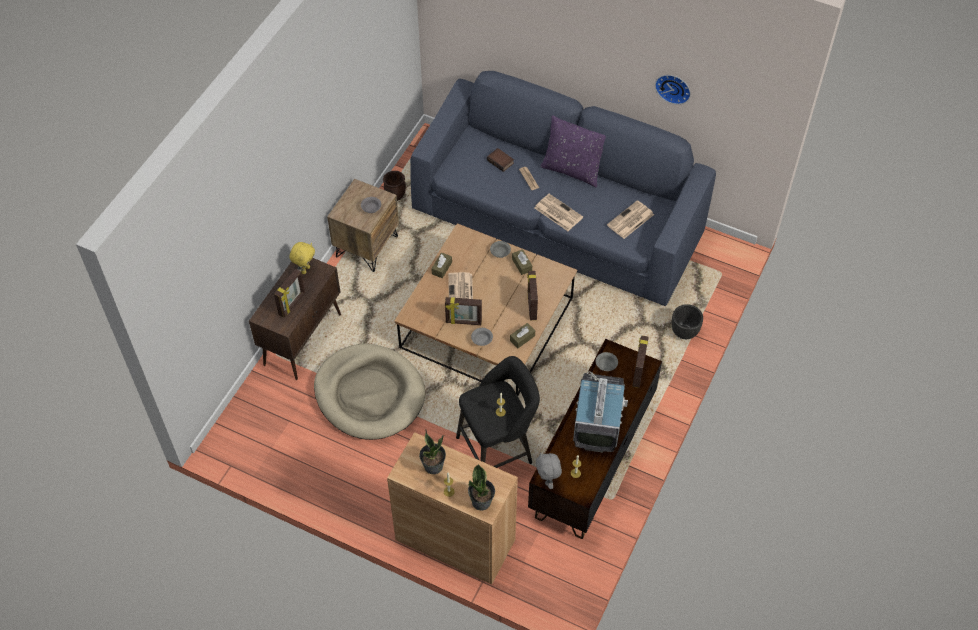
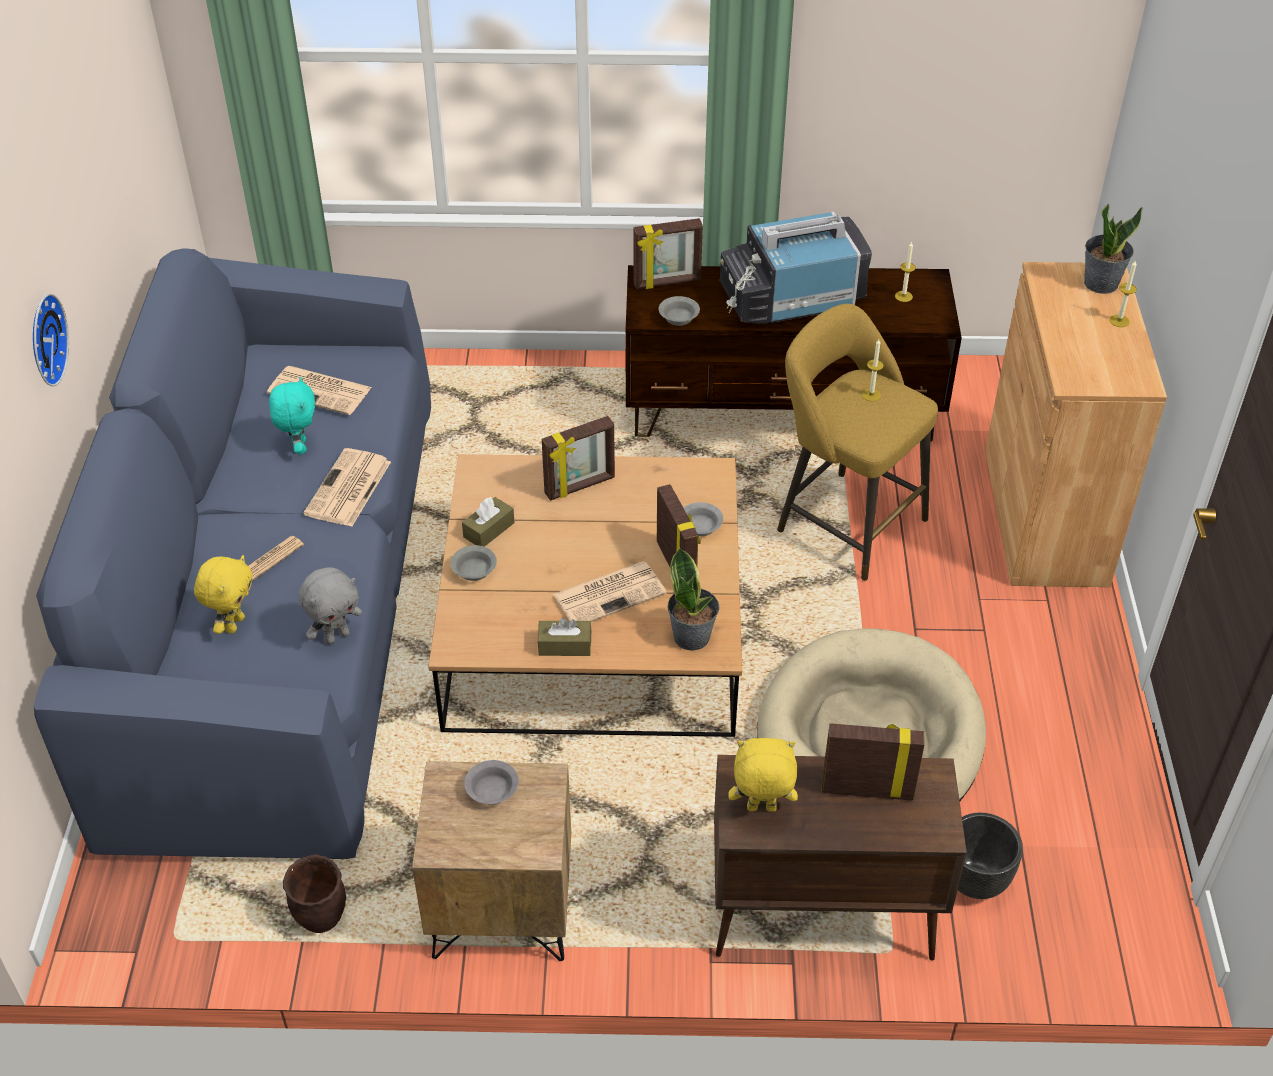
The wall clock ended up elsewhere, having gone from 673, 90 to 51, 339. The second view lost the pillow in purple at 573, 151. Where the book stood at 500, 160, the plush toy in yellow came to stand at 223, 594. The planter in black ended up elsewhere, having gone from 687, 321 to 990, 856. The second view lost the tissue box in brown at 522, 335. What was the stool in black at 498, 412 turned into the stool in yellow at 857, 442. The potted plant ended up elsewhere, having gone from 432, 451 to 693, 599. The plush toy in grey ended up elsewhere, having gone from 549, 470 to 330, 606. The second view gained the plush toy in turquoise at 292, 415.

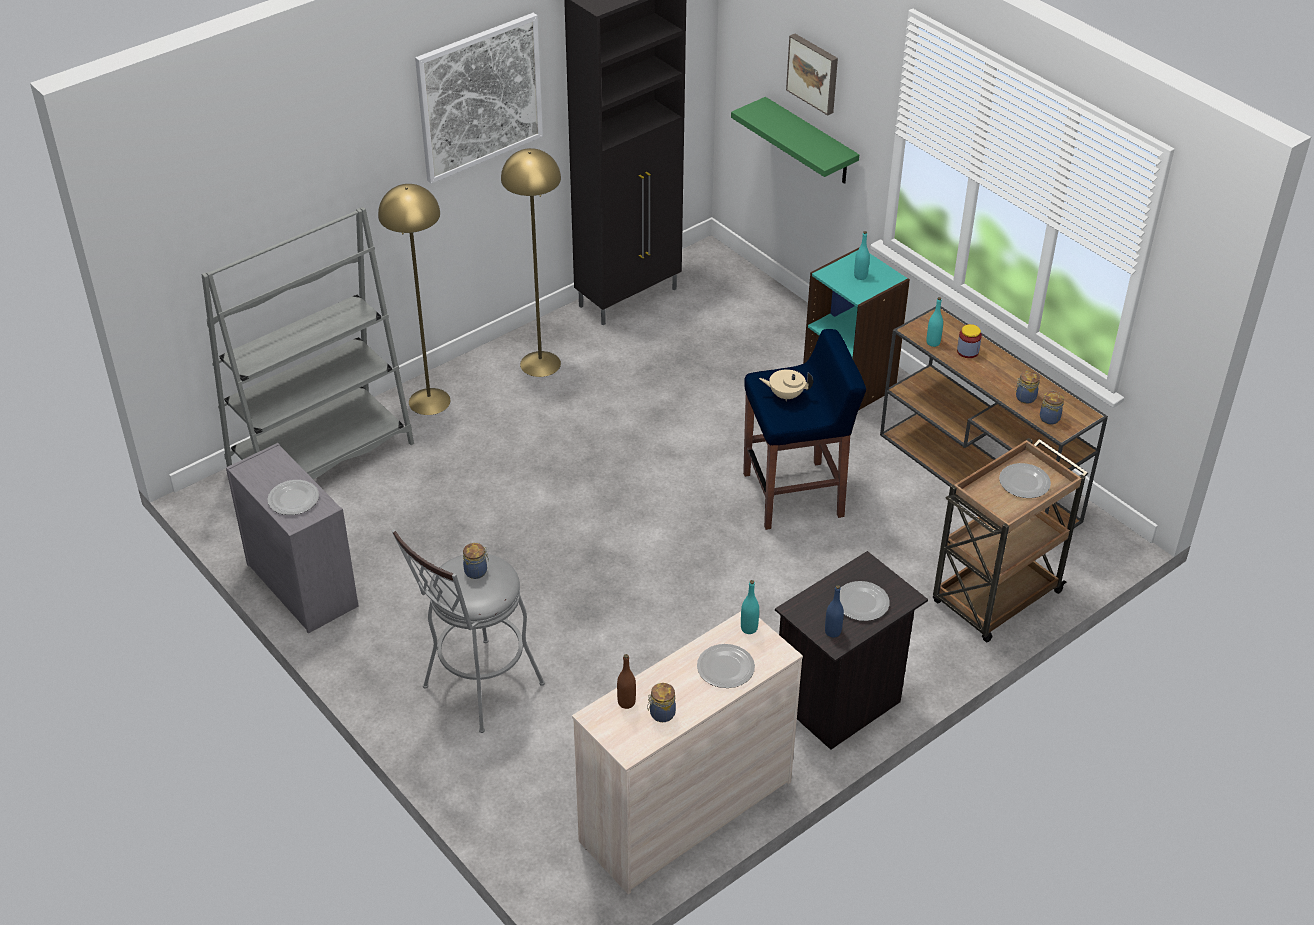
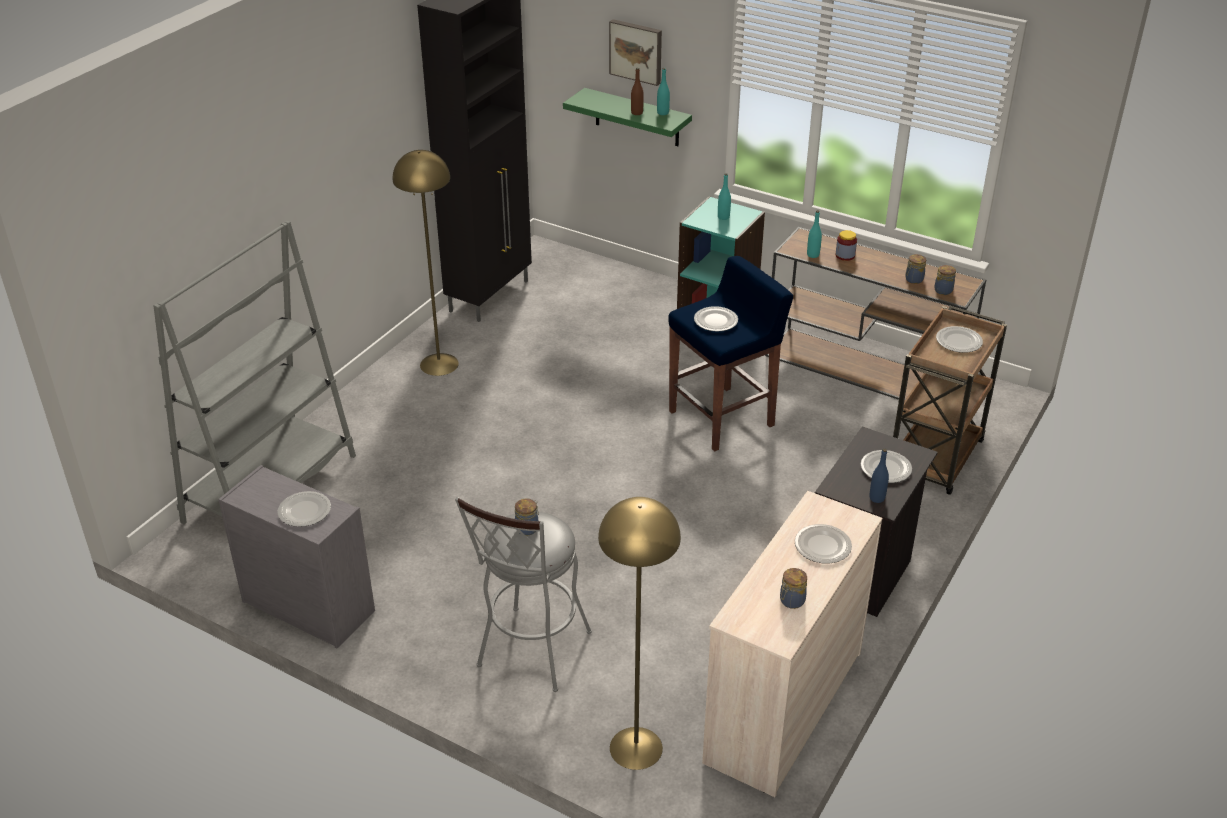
The second view lost the picture at 479, 98. The floor lamp in yellow ended up elsewhere, having gone from 414, 299 to 639, 633. Where the teapot in beige stood at 786, 385, the plate came to stand at 716, 319. The bottle in turquoise ended up elsewhere, having gone from 750, 607 to 663, 91. The bottle in brown ended up elsewhere, having gone from 626, 681 to 637, 91.

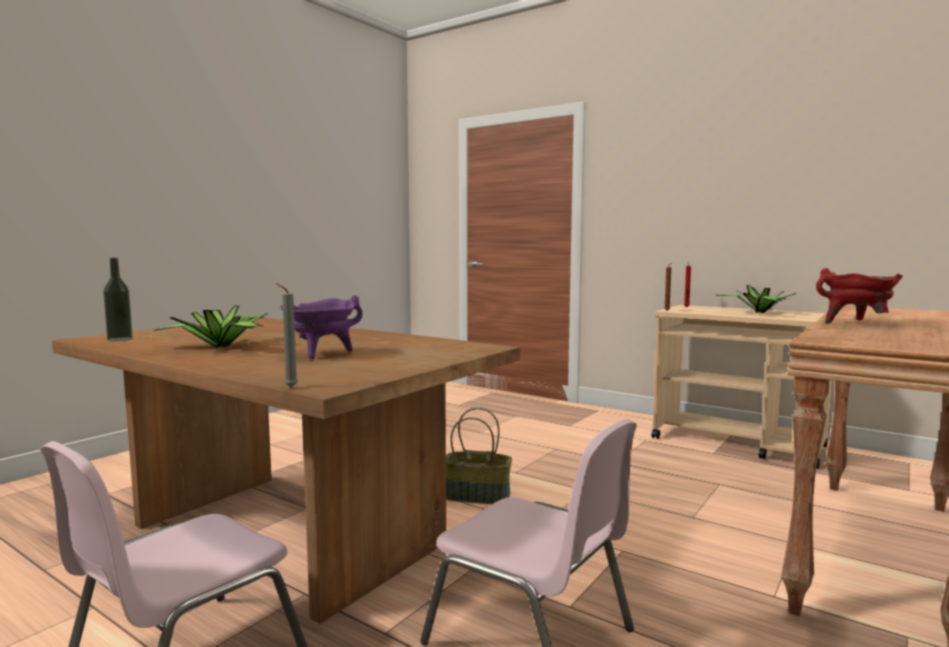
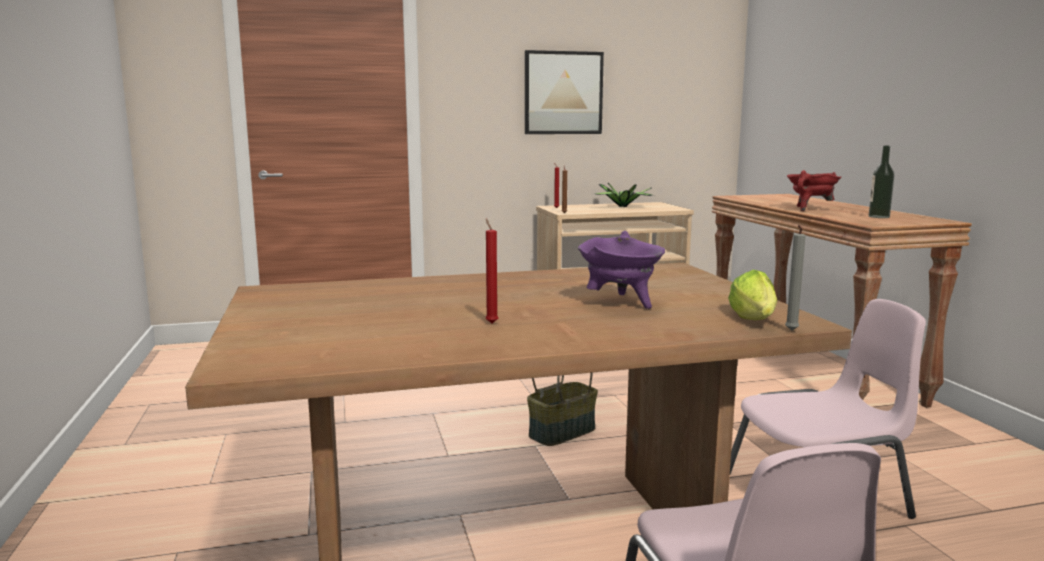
The bottle ended up elsewhere, having gone from 118, 299 to 882, 181. Where the potted plant stood at 211, 326, the candle in red came to stand at 492, 271. The second view gained the picture at 564, 92. The second view gained the lettuce at 752, 294.

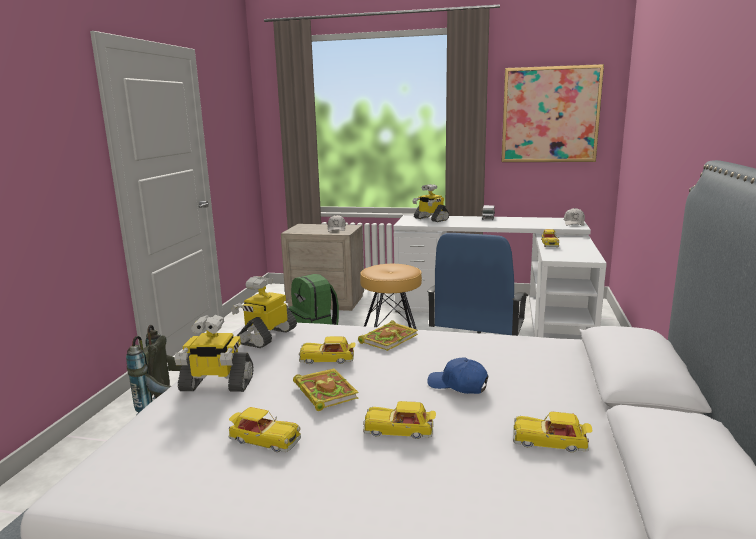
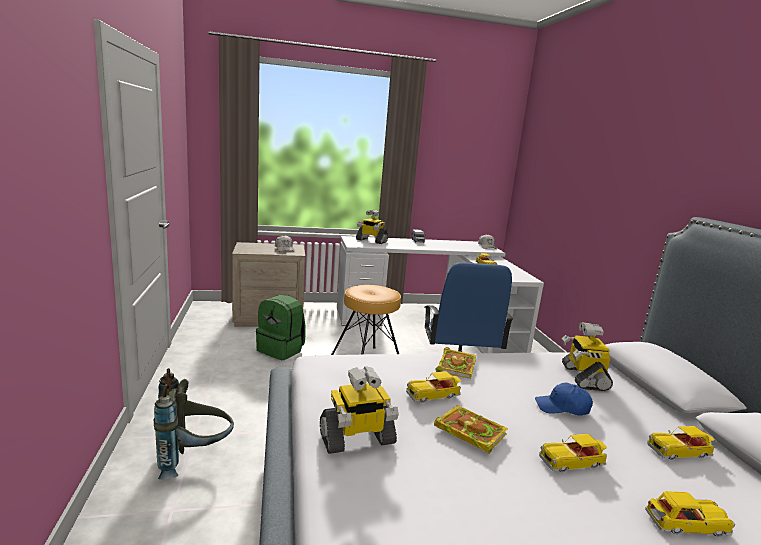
The second view lost the picture at 553, 113. The toy robot ended up elsewhere, having gone from 264, 312 to 587, 356. The toy car ended up elsewhere, having gone from 265, 429 to 690, 514.

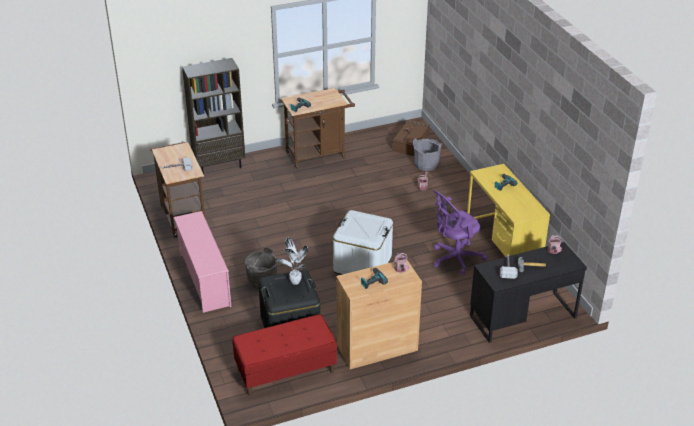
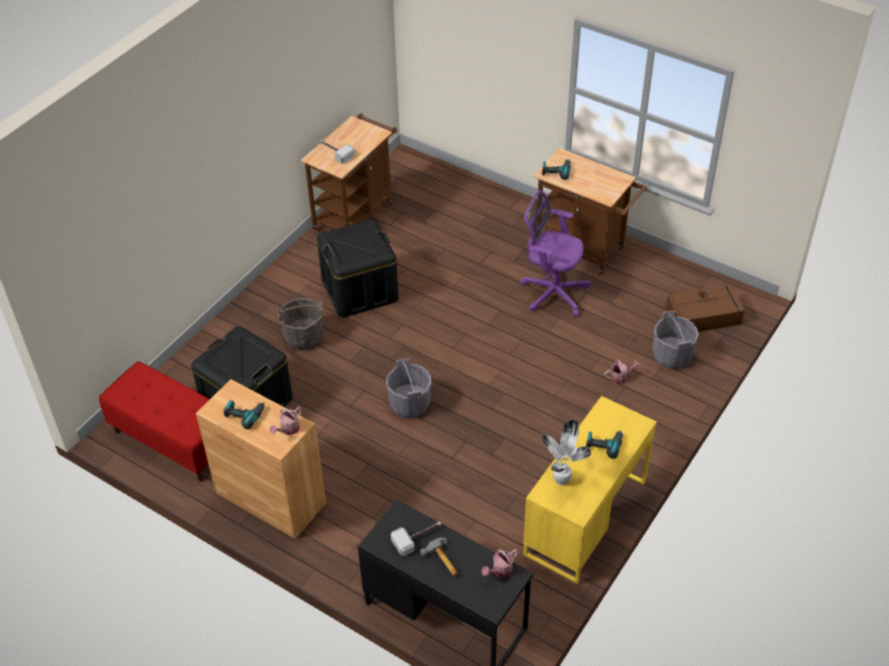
The second view lost the bookcase in brown at 213, 116. The office chair in purple ended up elsewhere, having gone from 460, 232 to 555, 253. Where the storage box in white stood at 363, 242, the bucket in grey came to stand at 408, 388. The second view lost the shoe rack in pink at 202, 262. The potted plant ended up elsewhere, having gone from 292, 261 to 566, 452. The second view gained the storage box in black at 358, 268.

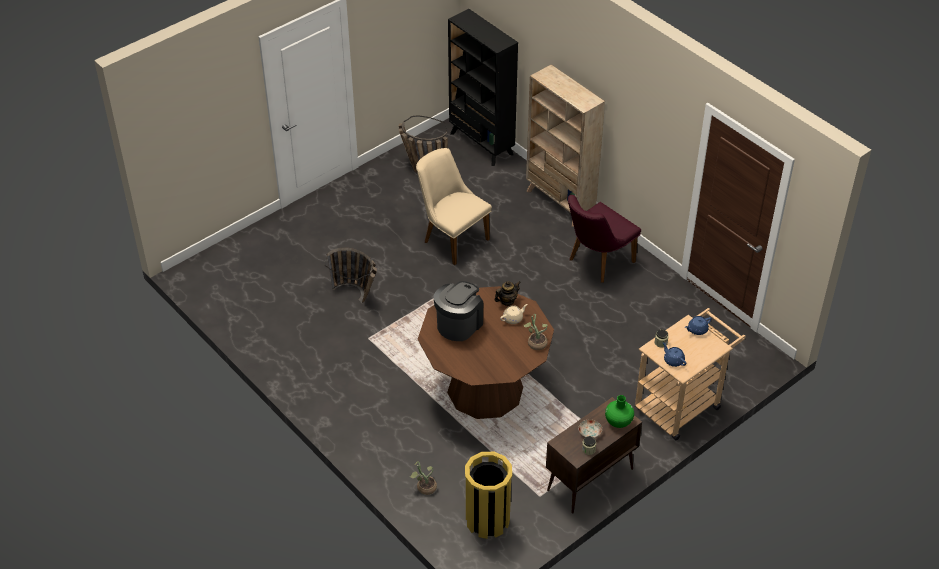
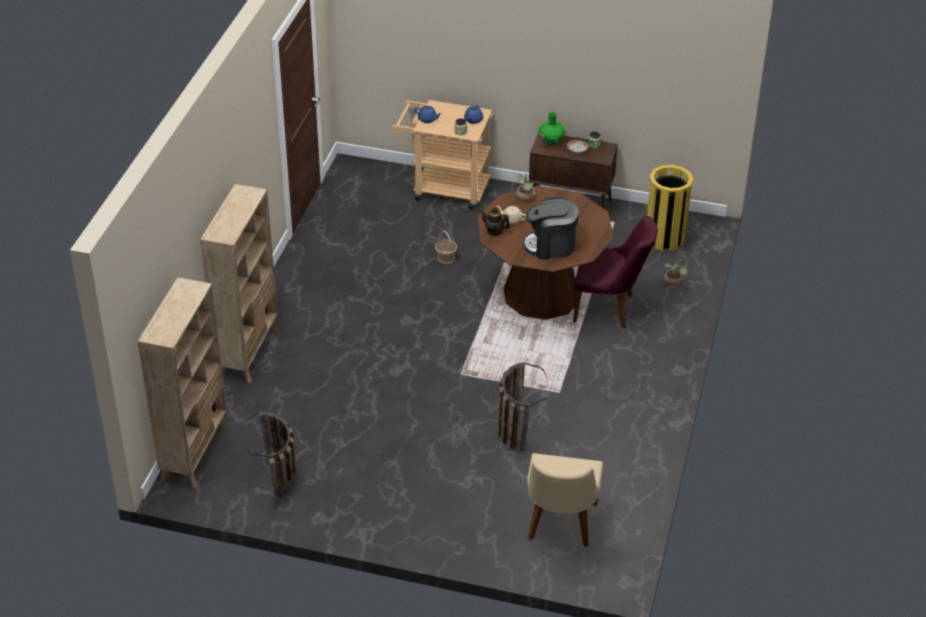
What was the bookcase in black at 483, 87 turned into the bookcase in beige at 183, 382. The chair in beige ended up elsewhere, having gone from 454, 206 to 565, 500. The chair in purple ended up elsewhere, having gone from 604, 239 to 615, 272. The second view gained the basket at 446, 247.

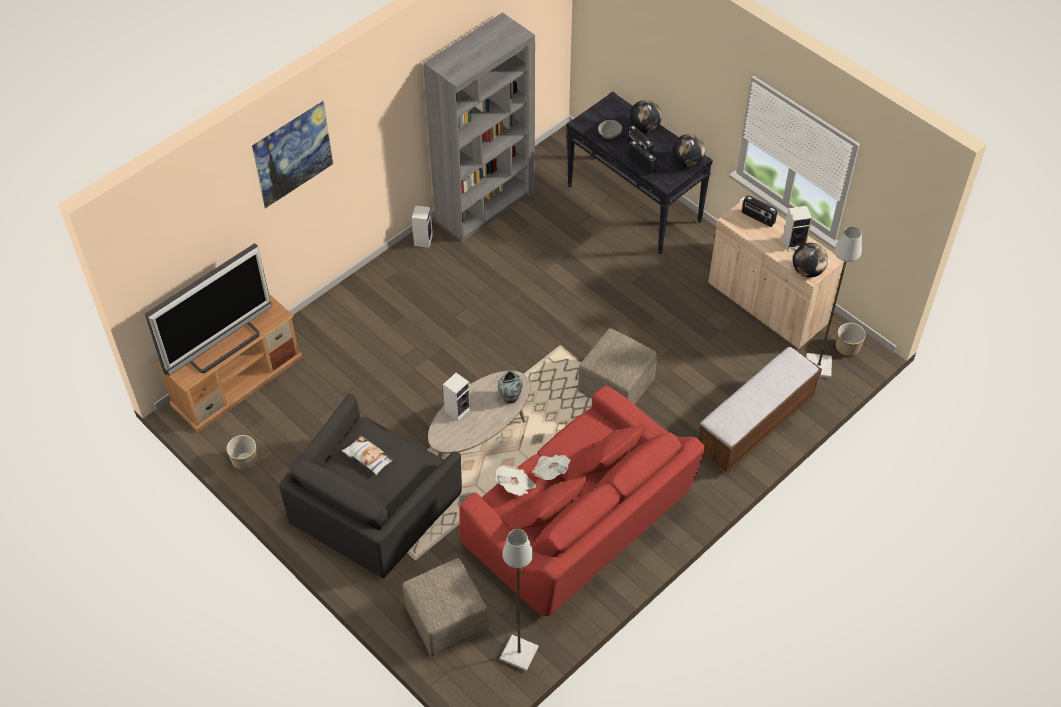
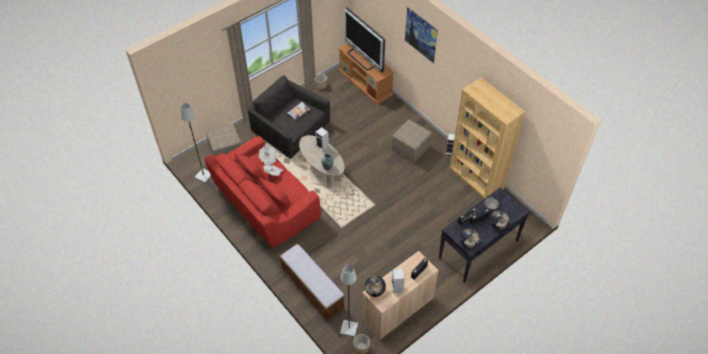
What was the bookcase in grey at 479, 126 turned into the bookcase in brown at 487, 138. The ottoman in beige ended up elsewhere, having gone from 617, 366 to 412, 141.

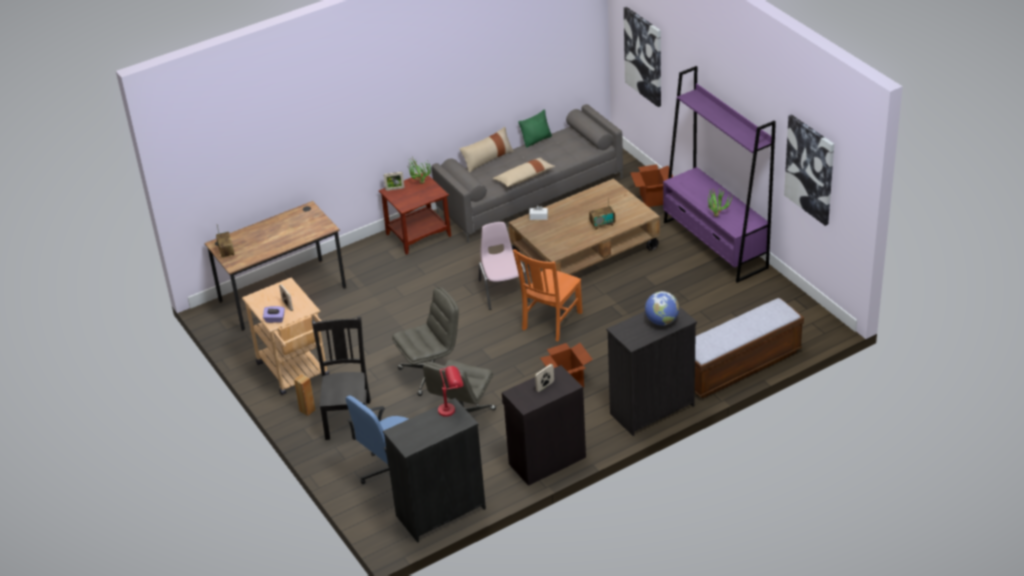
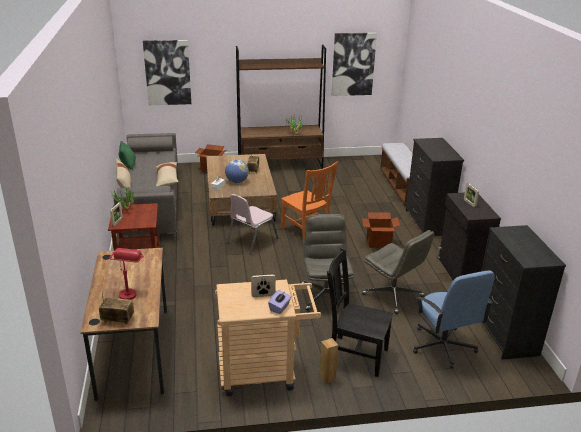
What was the bookcase in purple at 719, 174 turned into the bookcase in brown at 281, 107. The chair in pink at 504, 266 ended up facing another way, 60 degrees counterclockwise from before. The globe ended up elsewhere, having gone from 662, 308 to 237, 171. The table lamp in red ended up elsewhere, having gone from 450, 391 to 126, 274.

